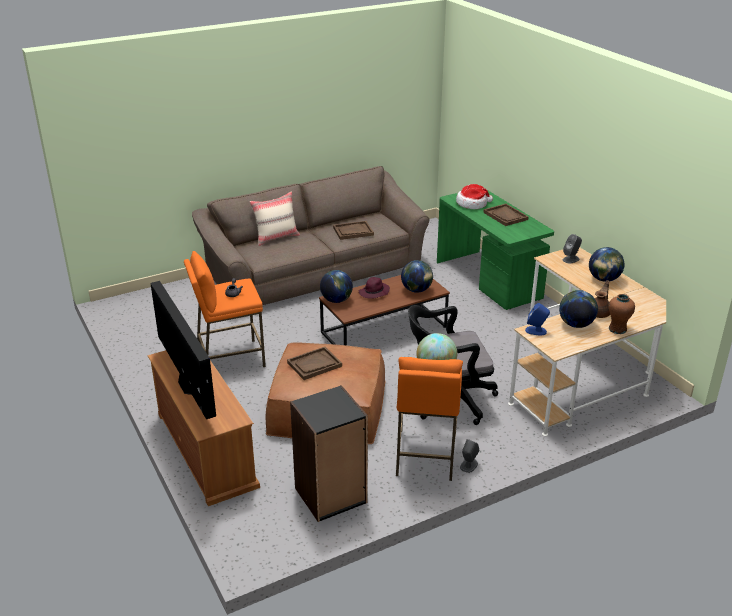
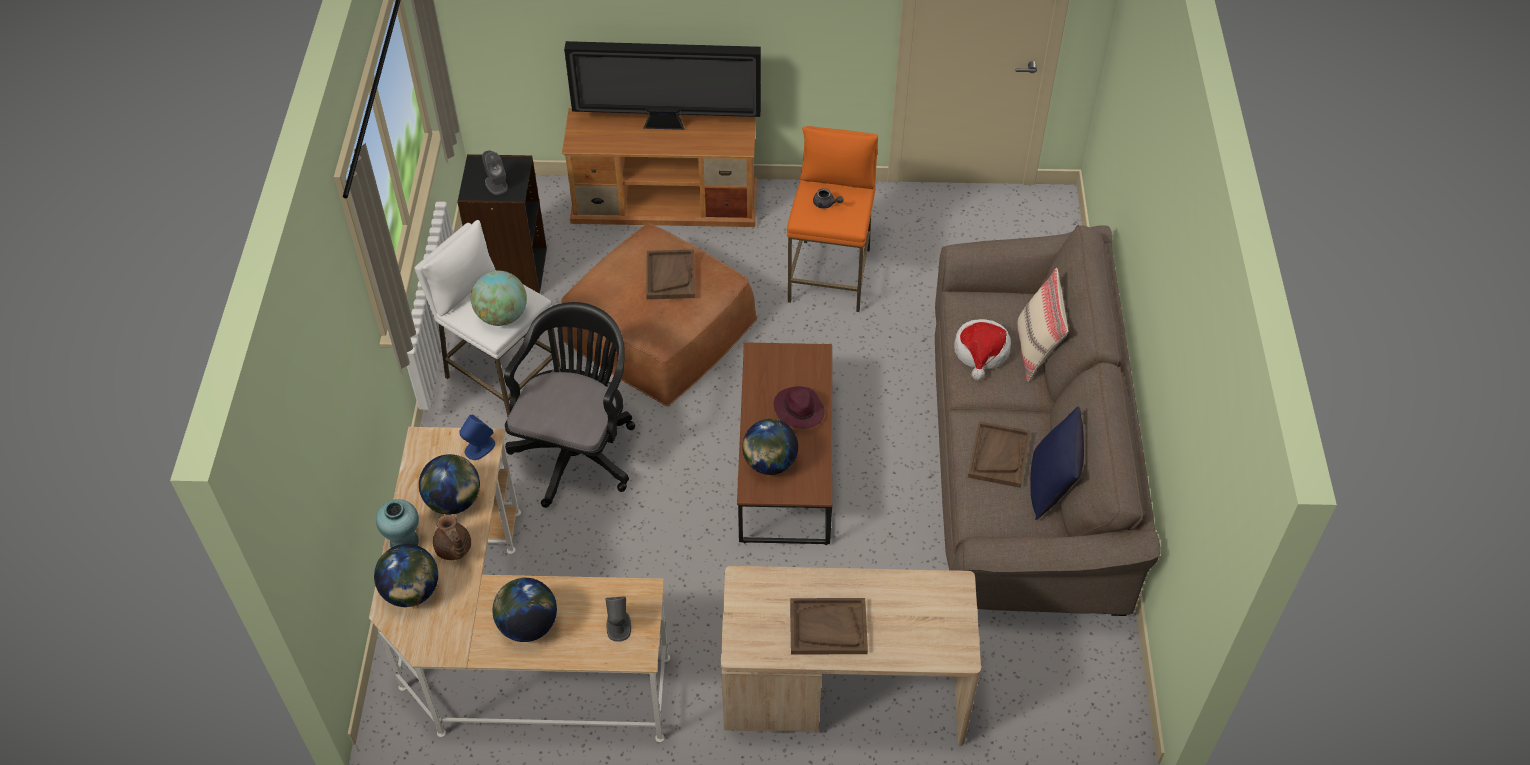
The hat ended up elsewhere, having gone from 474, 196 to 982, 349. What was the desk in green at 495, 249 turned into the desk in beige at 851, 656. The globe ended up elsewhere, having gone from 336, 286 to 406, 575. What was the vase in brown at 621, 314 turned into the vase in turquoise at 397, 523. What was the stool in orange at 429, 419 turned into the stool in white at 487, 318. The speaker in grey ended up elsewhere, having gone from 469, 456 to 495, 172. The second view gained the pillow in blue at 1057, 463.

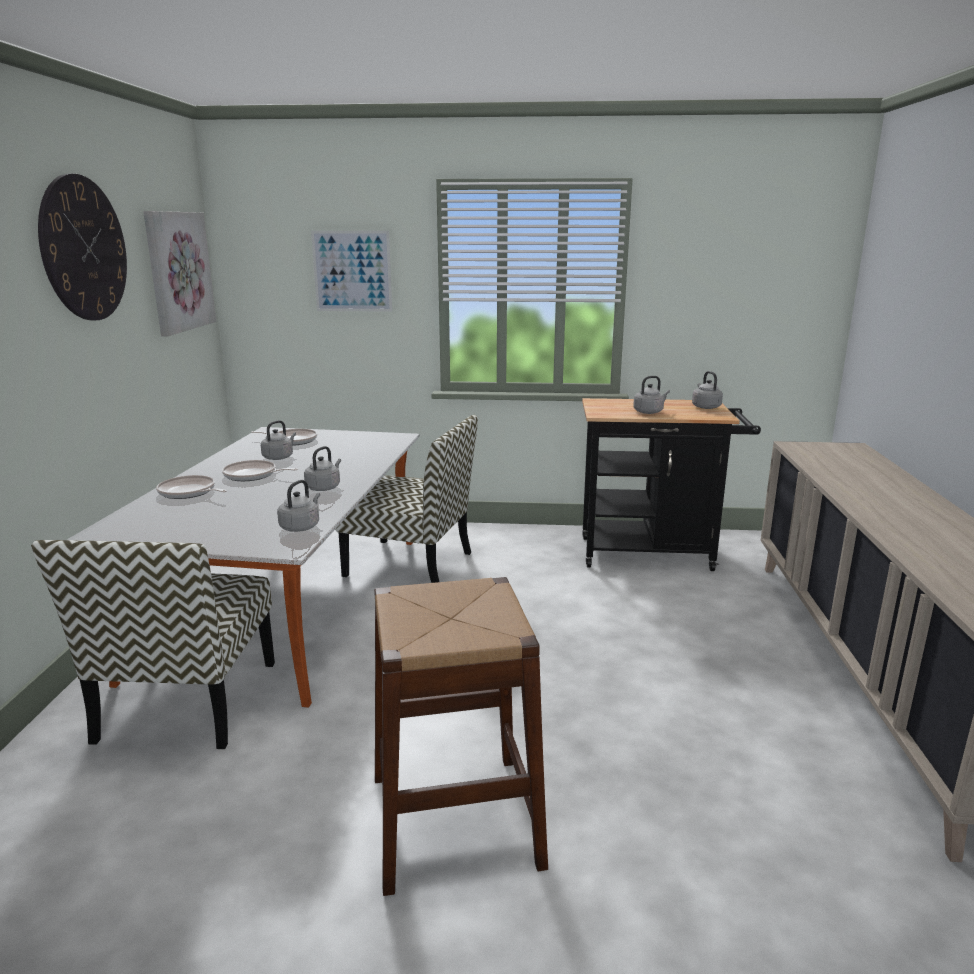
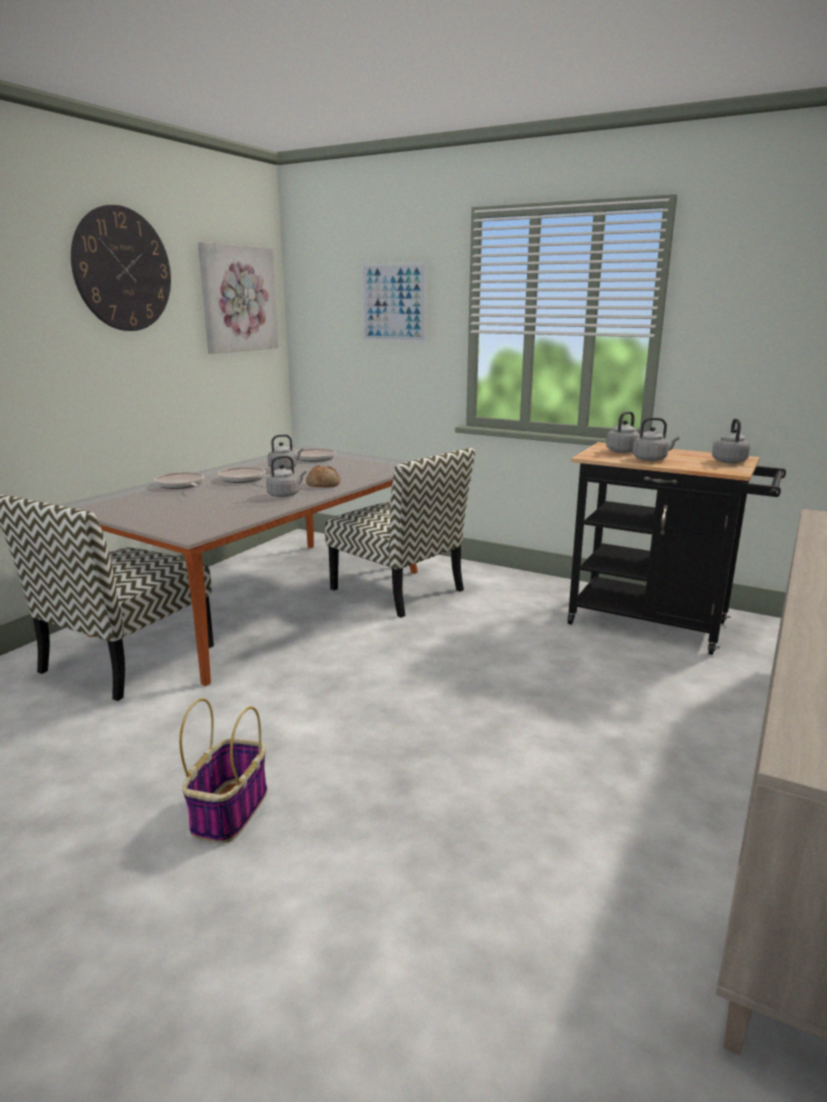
The kettle in grey ended up elsewhere, having gone from 298, 506 to 623, 432. Where the stool in brown stood at 461, 736, the basket came to stand at 223, 770. The second view gained the bread at 323, 476.

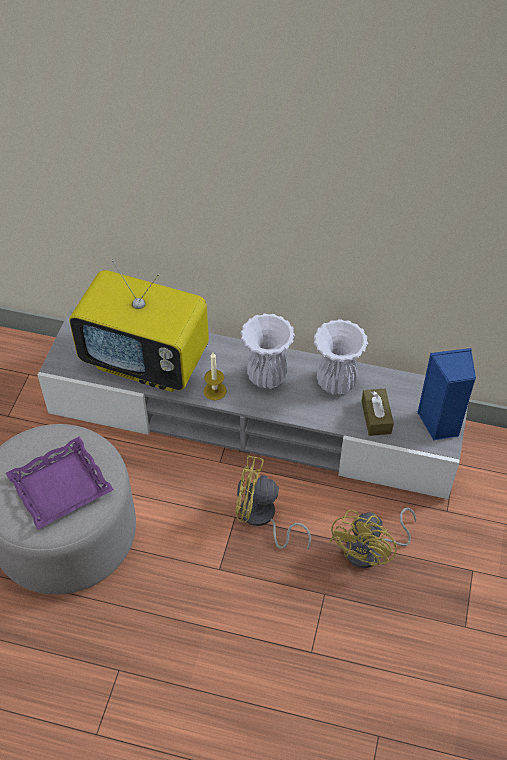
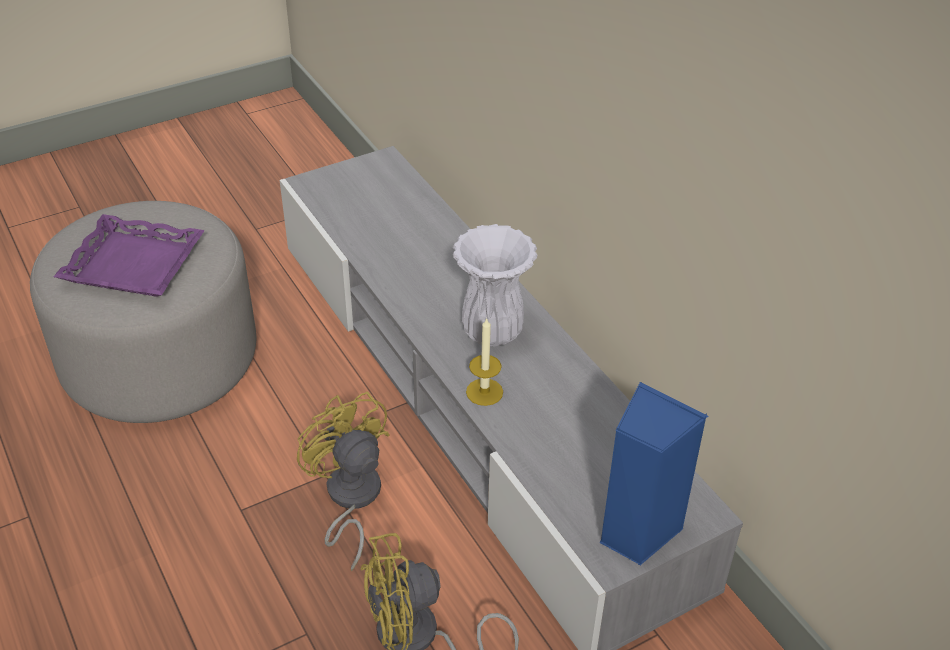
The second view lost the television at 139, 326. The second view lost the vase in white at 340, 357. The candle ended up elsewhere, having gone from 215, 376 to 484, 361. The second view lost the tissue box in brown at 378, 412.

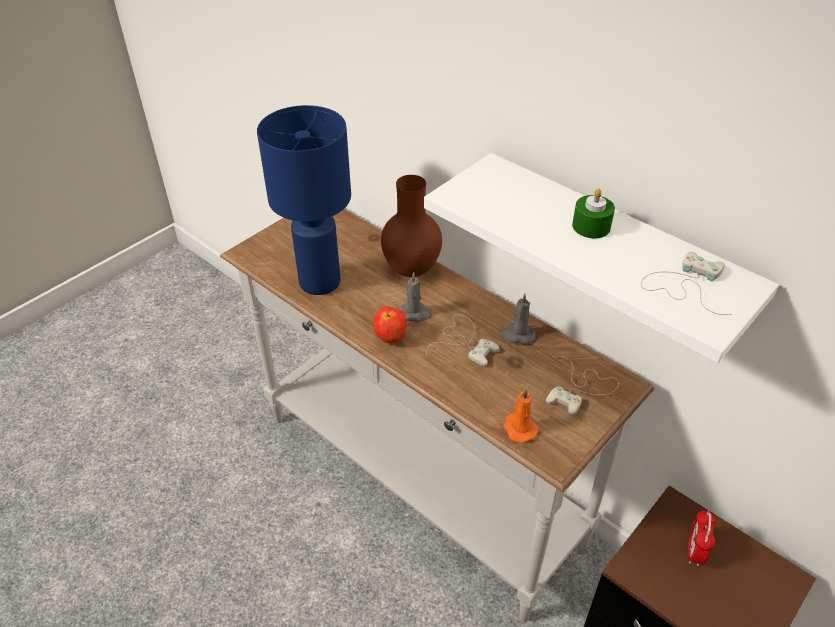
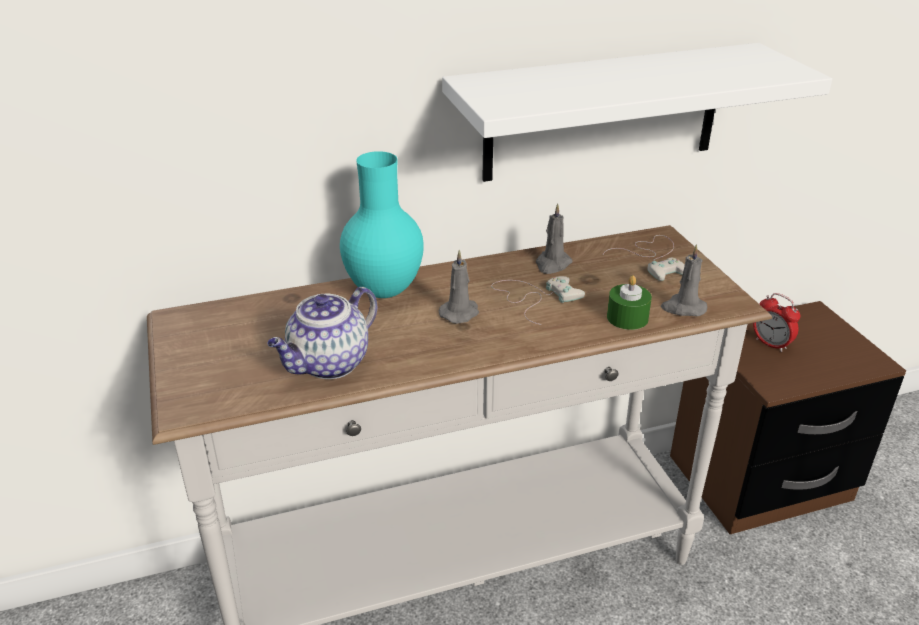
Where the table lamp in blue stood at 304, 200, the teapot came to stand at 322, 333. What was the vase in brown at 411, 226 turned into the vase in turquoise at 382, 224. The candle in green ended up elsewhere, having gone from 593, 213 to 629, 302. The second view lost the game controller in white at 686, 283. The second view lost the apple at 390, 324. What was the candle in orange at 520, 415 turned into the candle in grey at 684, 280.

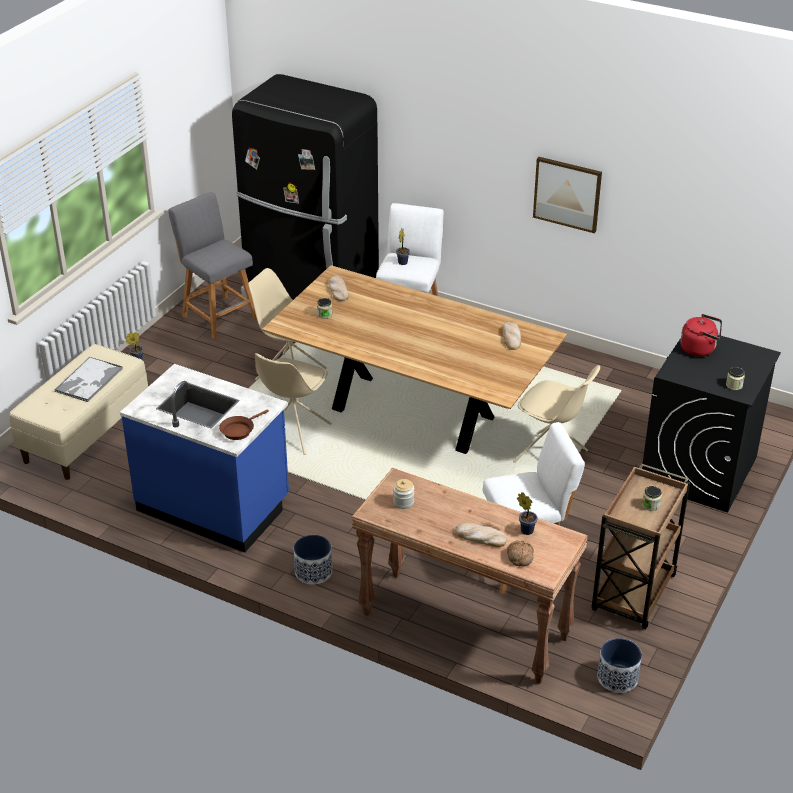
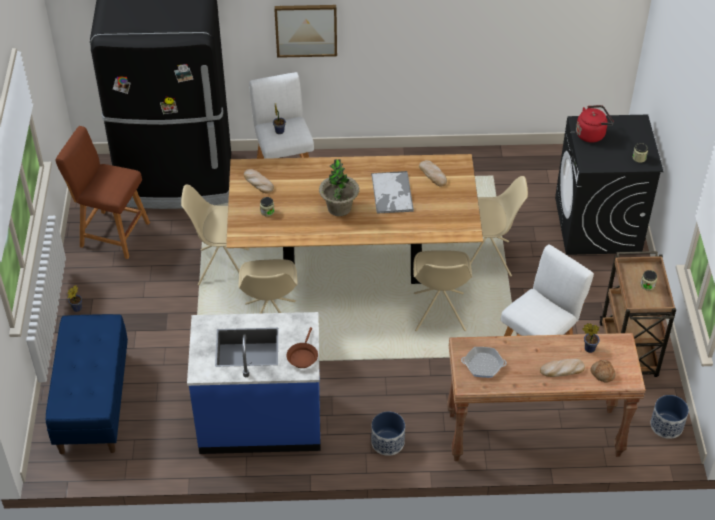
The picture ended up elsewhere, having gone from 567, 195 to 305, 31. What was the stool in grey at 212, 265 turned into the stool in brown at 102, 192. What was the bench in beige at 78, 412 turned into the bench in blue at 87, 384. The tray ended up elsewhere, having gone from 88, 379 to 392, 192. Where the jar stood at 403, 494, the frying pan came to stand at 484, 362. The second view gained the potted plant at 339, 187. The second view gained the chair in beige at 442, 291.

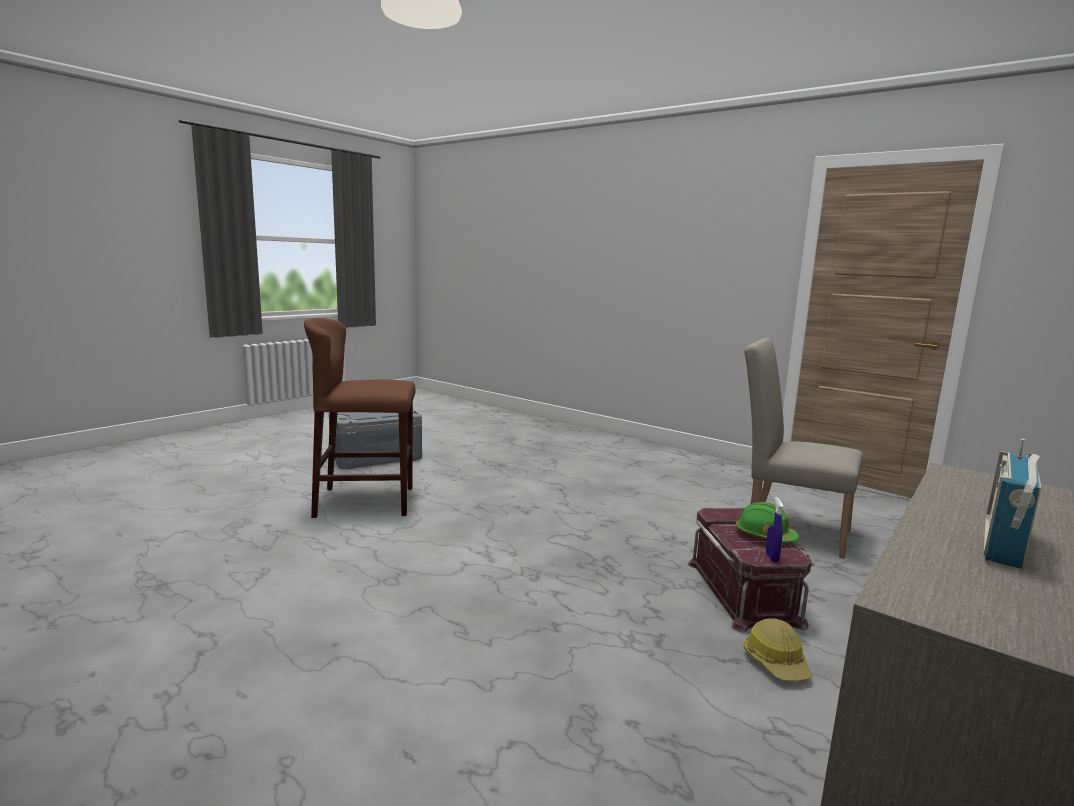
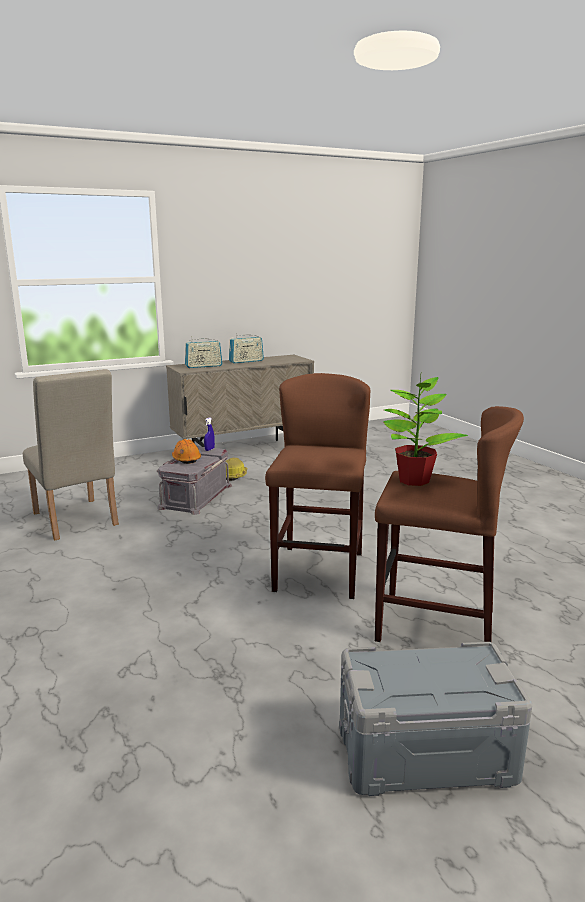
What was the hard hat in green at 767, 522 turned into the hard hat in orange at 186, 451. What was the storage box in red at 751, 570 turned into the storage box in grey at 194, 481. The second view gained the radio at 203, 352. The second view gained the stool in brown at 317, 486. The second view gained the potted plant at 425, 430.

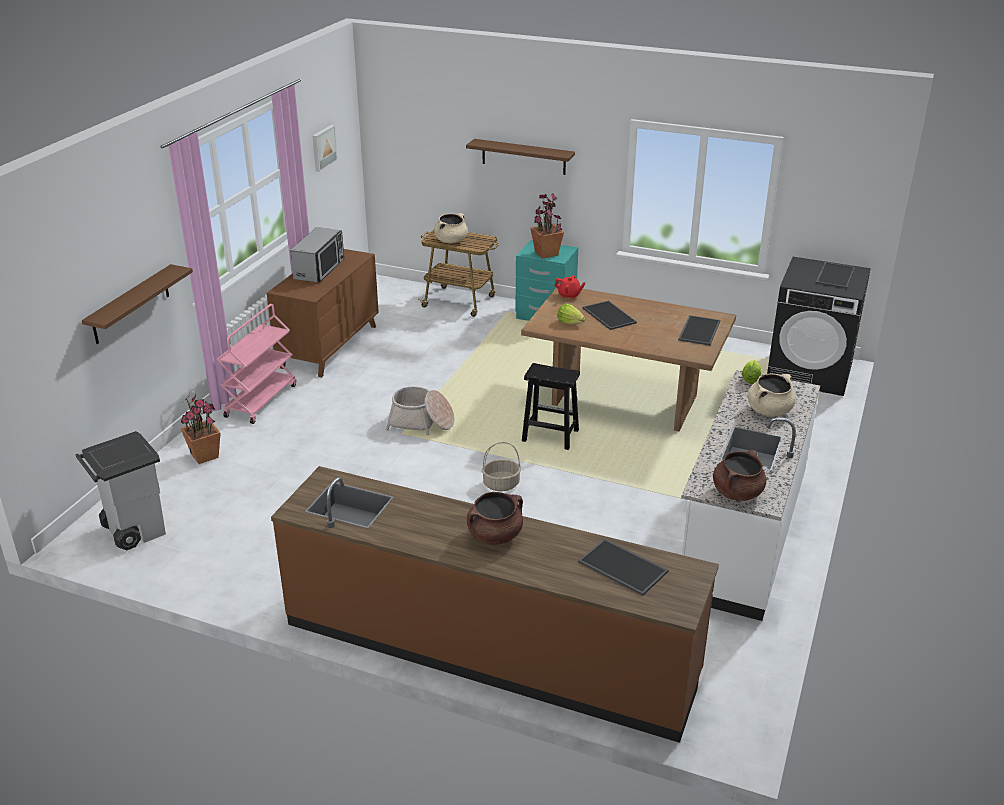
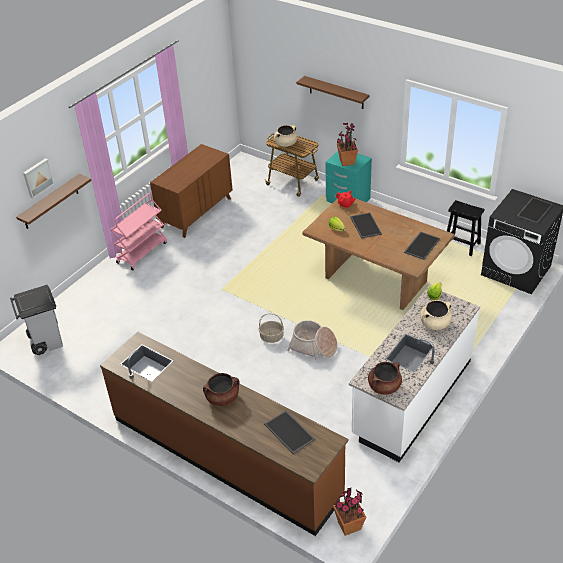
The picture ended up elsewhere, having gone from 325, 148 to 39, 178. The second view lost the microwave at 317, 254. The stool in black ended up elsewhere, having gone from 551, 406 to 465, 228. The basket ended up elsewhere, having gone from 420, 411 to 312, 340. The potted plant ended up elsewhere, having gone from 200, 429 to 349, 511.

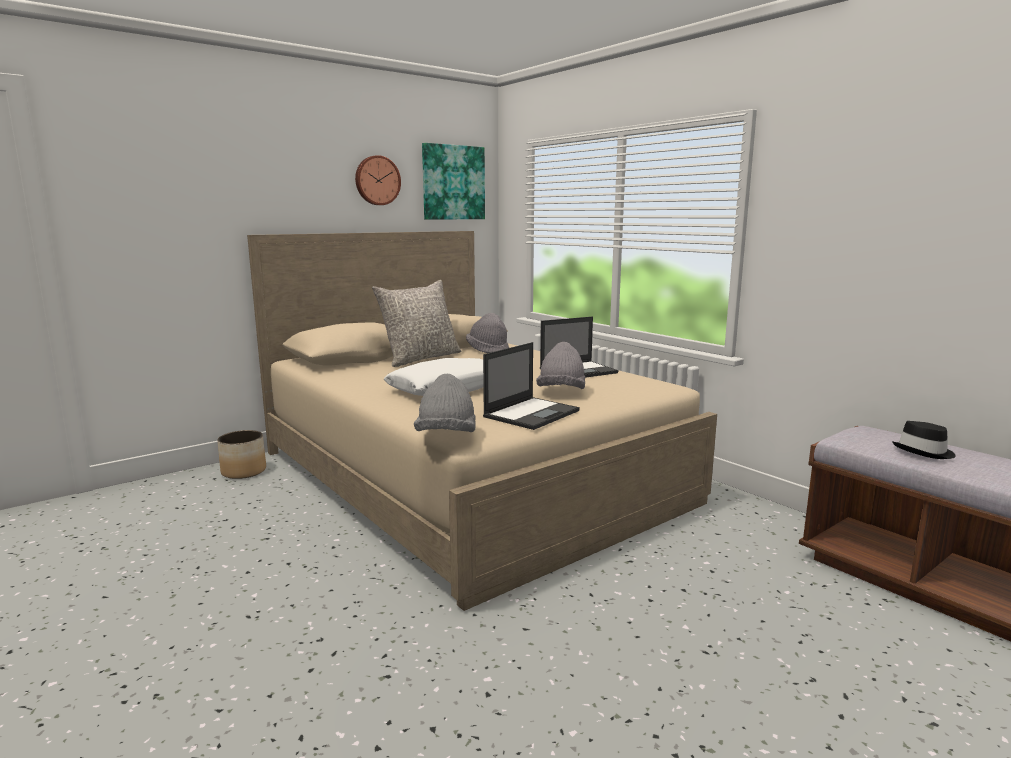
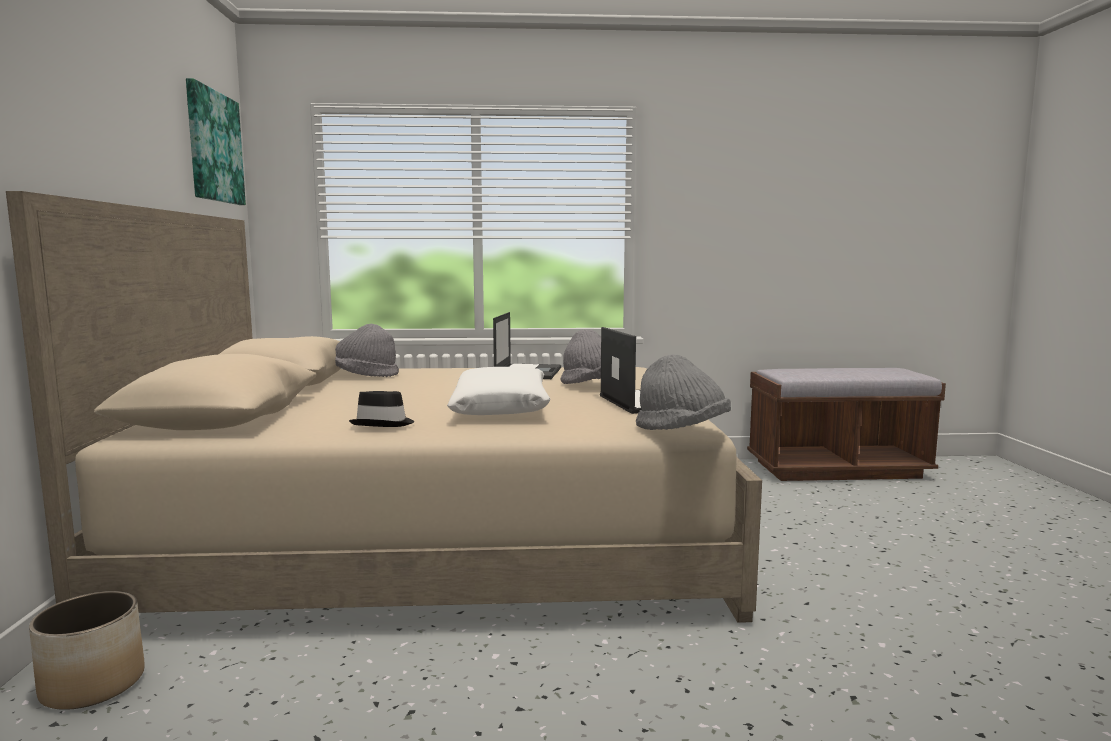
The second view lost the wall clock at 378, 180. The second view lost the pillow in grey at 416, 323. The hat in black ended up elsewhere, having gone from 924, 440 to 381, 409.

